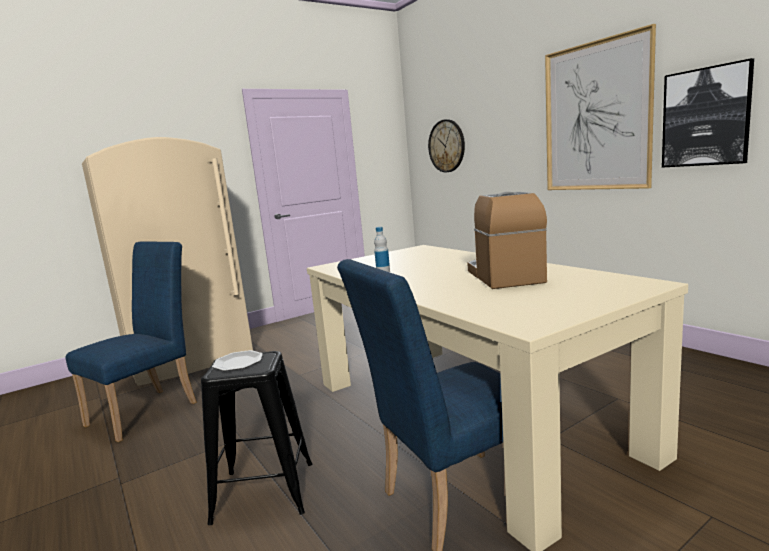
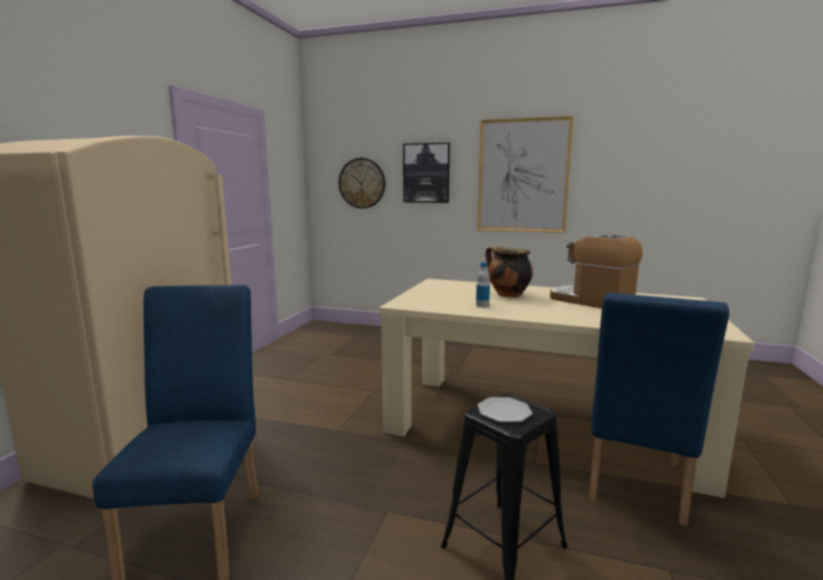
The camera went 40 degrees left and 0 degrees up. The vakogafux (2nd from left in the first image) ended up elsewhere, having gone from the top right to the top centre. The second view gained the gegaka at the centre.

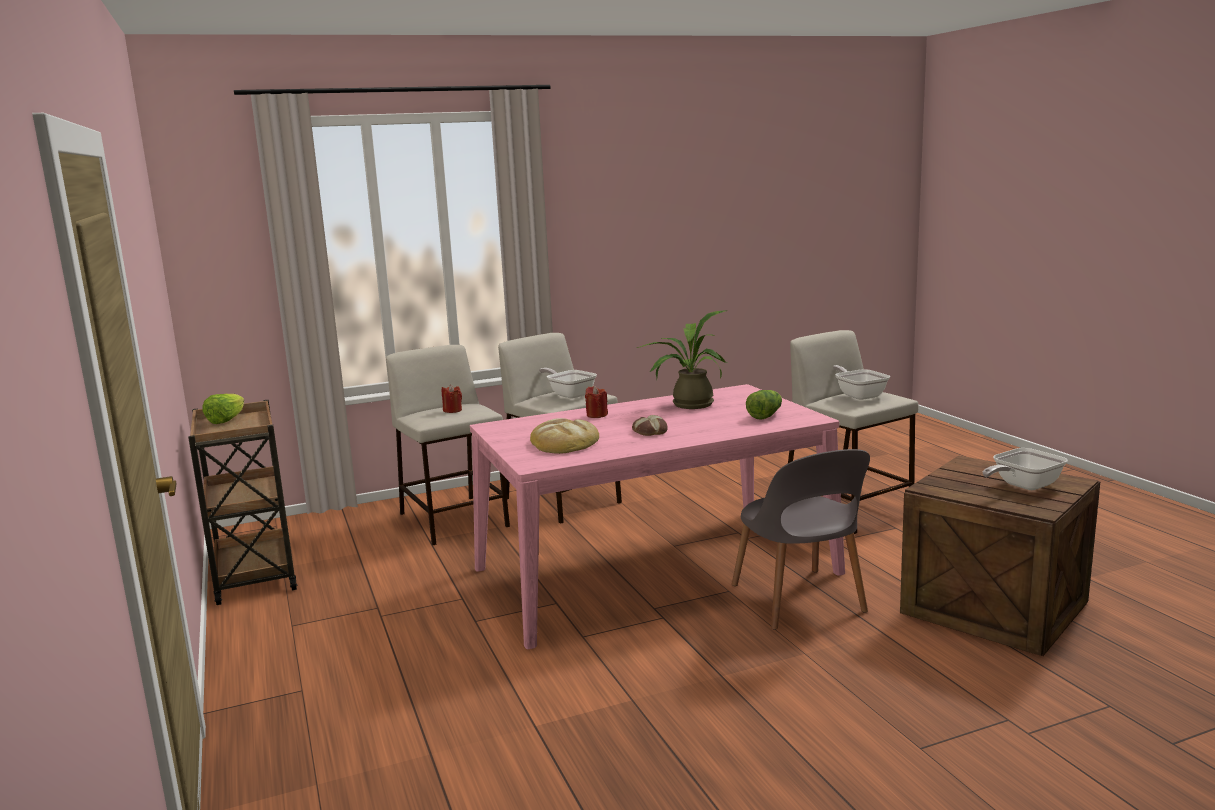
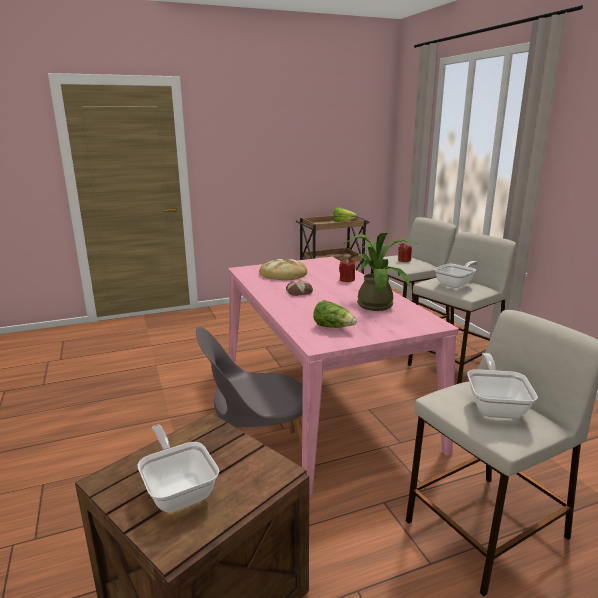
The camera went 90 degrees right and 5 degrees up. The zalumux (2nd from left in the first image) at the middle right ended up facing another way, 60 degrees counterclockwise from before.

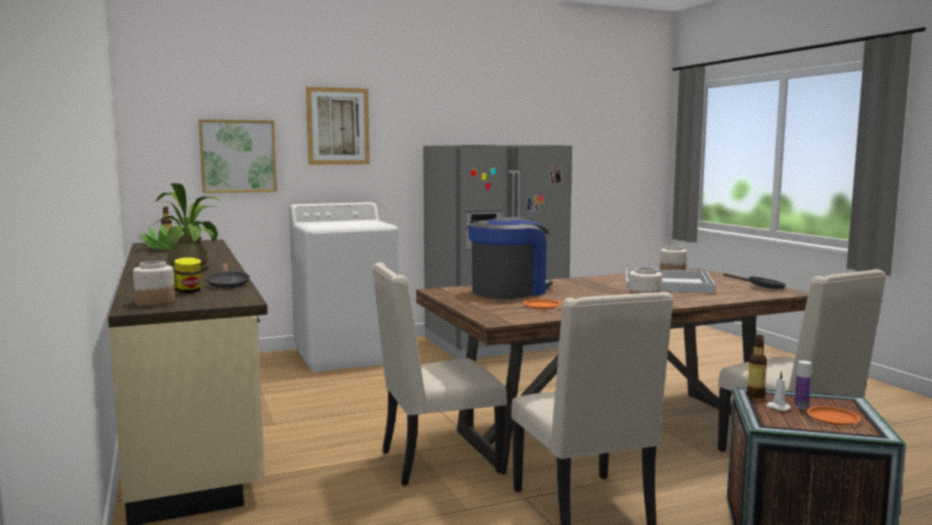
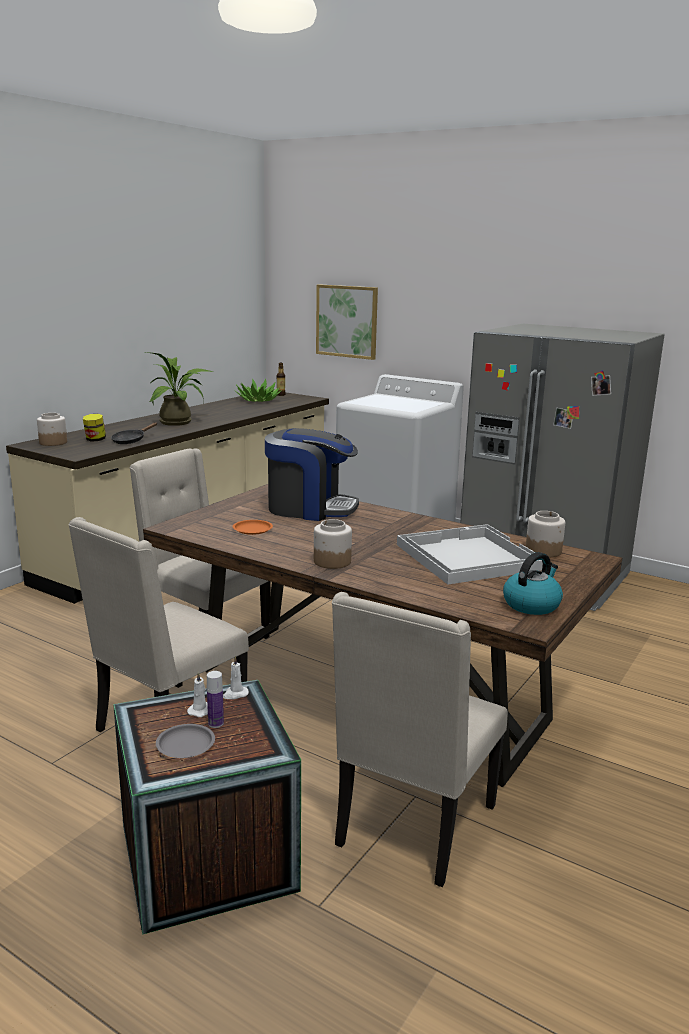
The camera went 55 degrees right and 10 degrees up. The second view lost the vakogafux (2nd from left) at the top centre. Where the zalumux (black) (2nd from left) stood at the middle right, the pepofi came to stand at the middle right. Where the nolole (2nd from left) stood at the bottom right, the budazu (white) (2nd from left) came to stand at the centre. What was the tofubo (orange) (2nd from left) at the bottom right turned into the tofubo (grey) at the bottom left.

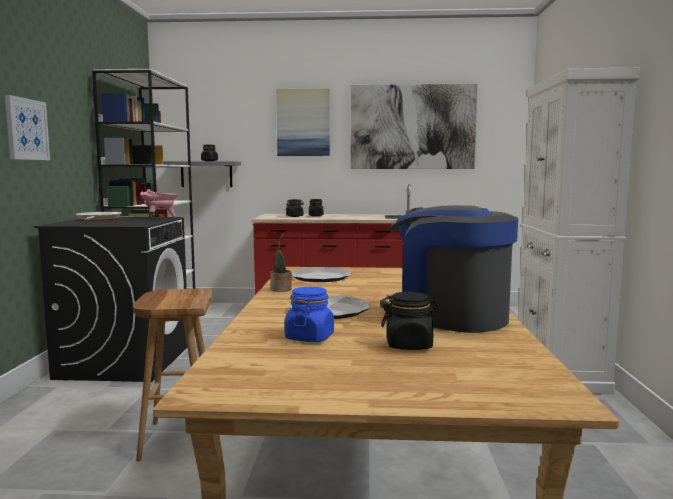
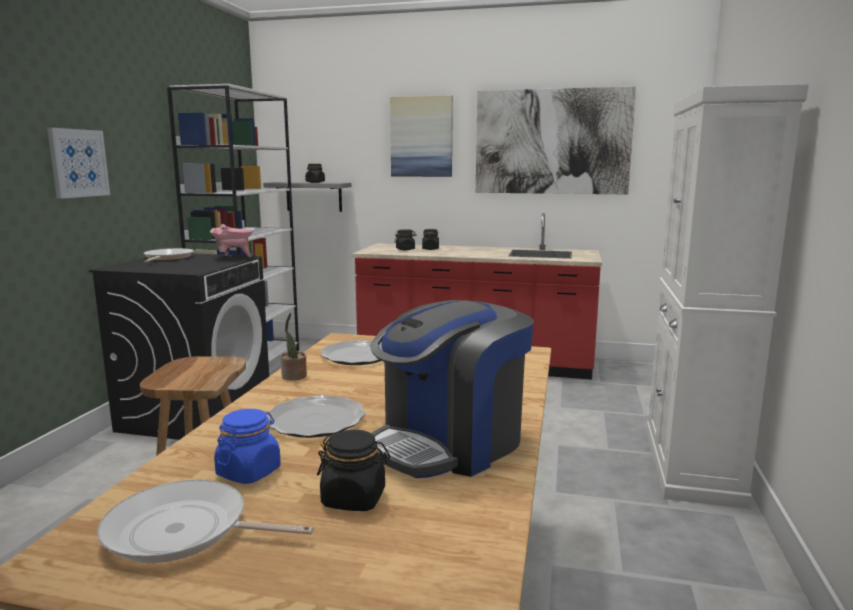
The camera went 10 degrees right and 5 degrees up. The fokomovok at the middle right ended up facing another way, 90 degrees counterclockwise from before. The second view gained the zalumux (2nd from left) at the bottom left.

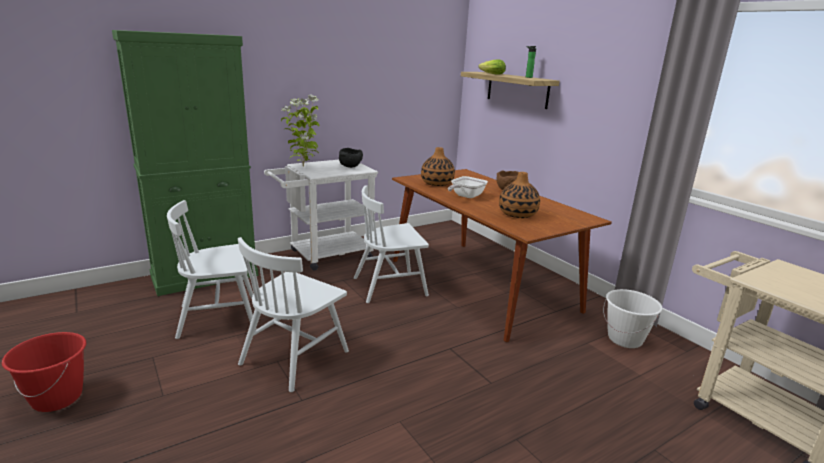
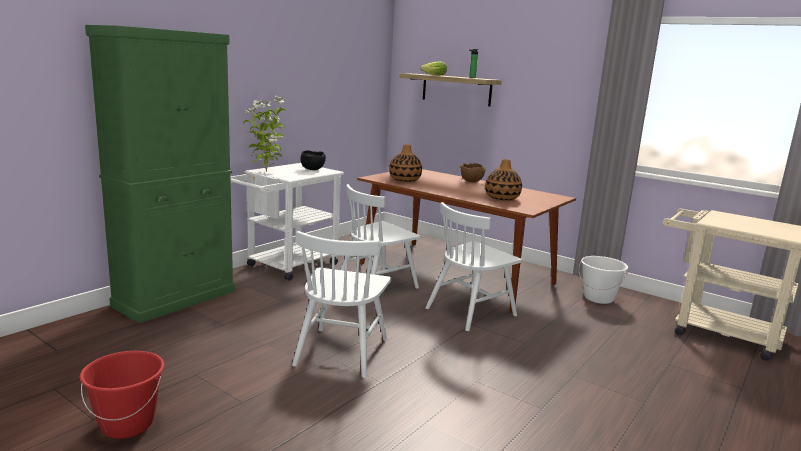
The camera went 20 degrees left and 5 degrees down. The second view lost the zalumux at the centre. The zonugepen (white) (1st from left in the first image) ended up elsewhere, having gone from the middle left to the centre.

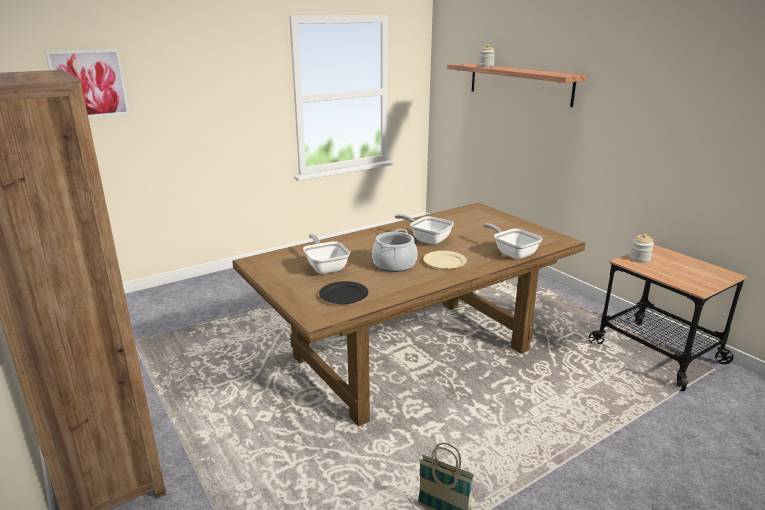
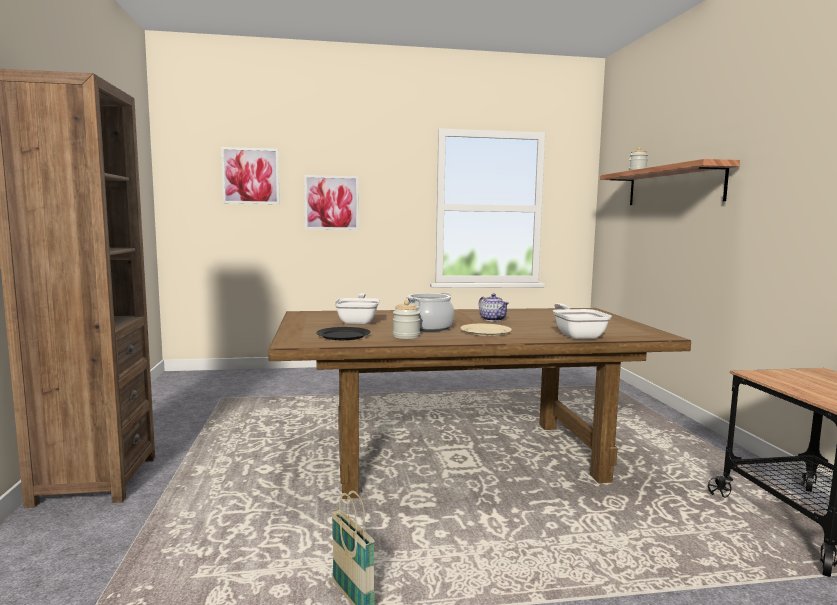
The camera went 25 degrees right and 15 degrees down. Where the zalumux (2nd from left) stood at the centre, the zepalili came to stand at the centre. The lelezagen (2nd from left in the first image) ended up elsewhere, having gone from the middle right to the centre. The second view gained the vakogafux (2nd from left) at the centre.

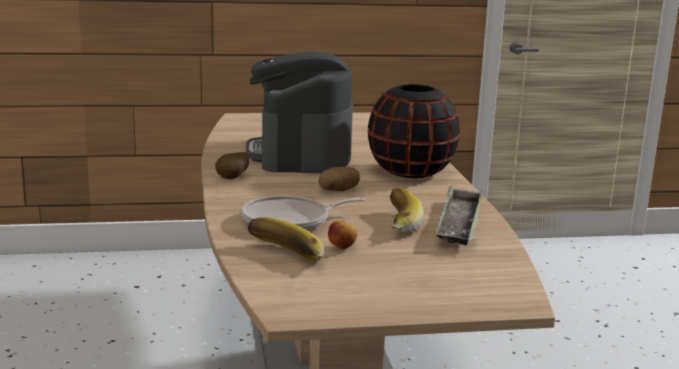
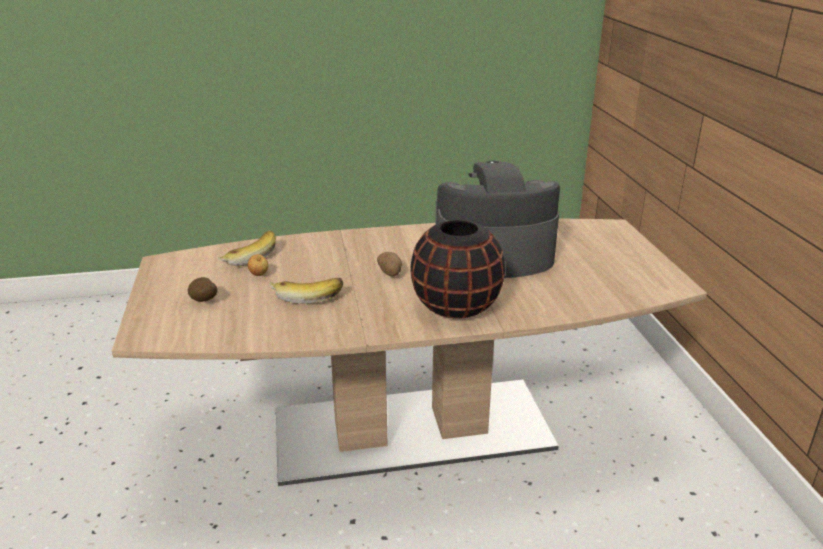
The camera went 90 degrees right and 10 degrees up. The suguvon (1st from left) ended up elsewhere, having gone from the centre to the middle left. The second view lost the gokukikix at the middle right. The second view lost the zalumux at the centre.

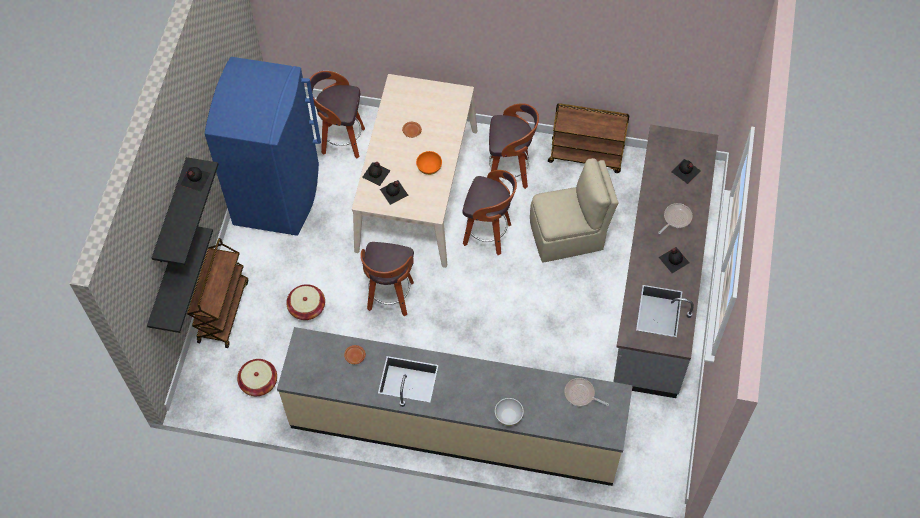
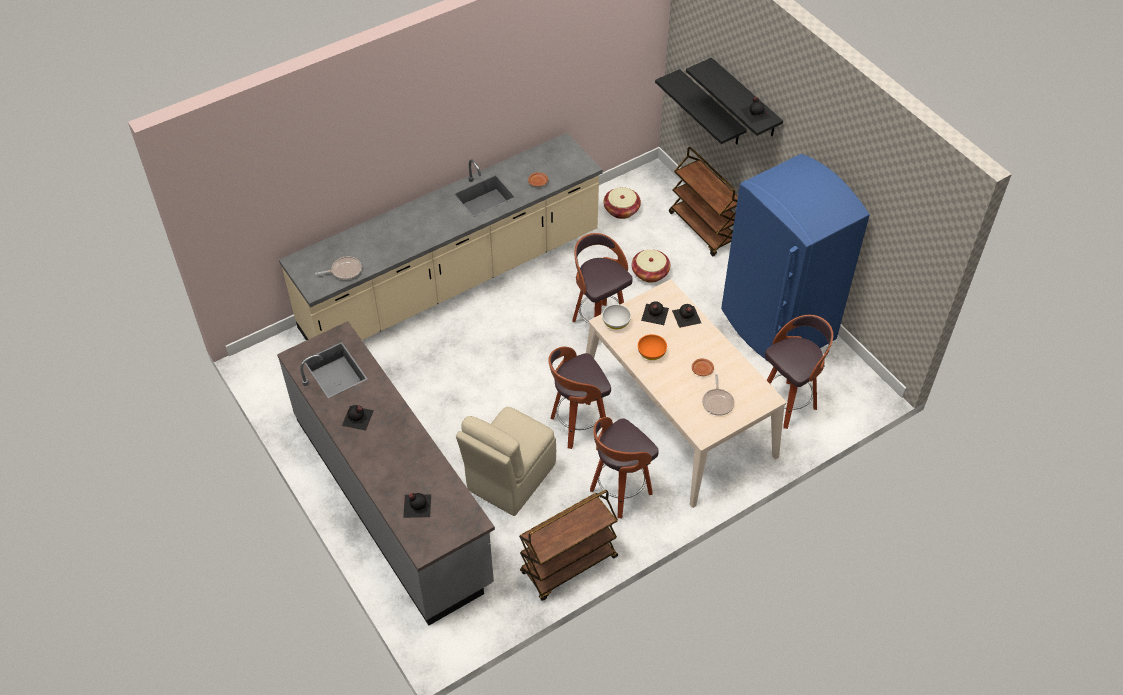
The camera went 135 degrees right and 10 degrees down. The zalumux (2nd from left) ended up elsewhere, having gone from the middle right to the centre. The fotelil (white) ended up elsewhere, having gone from the bottom centre to the centre.

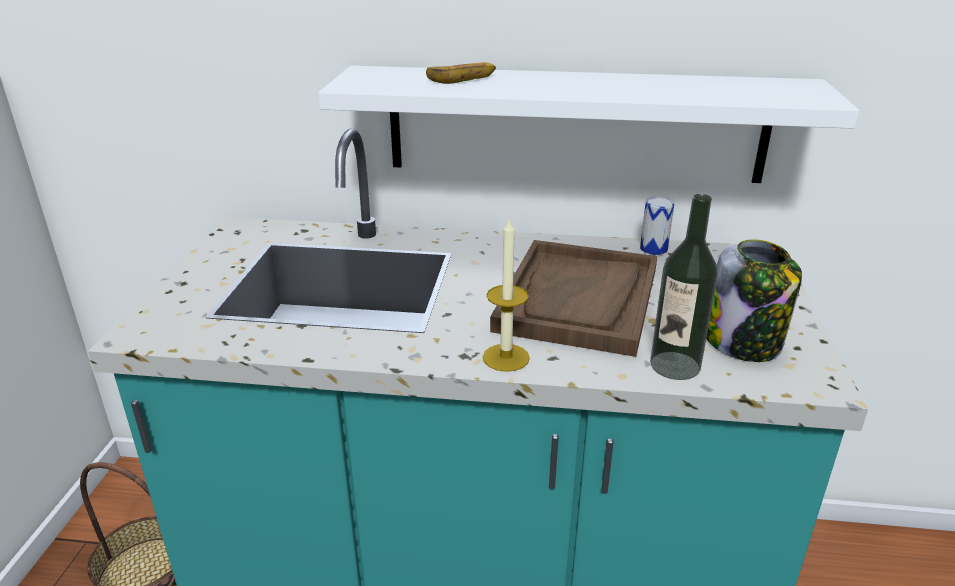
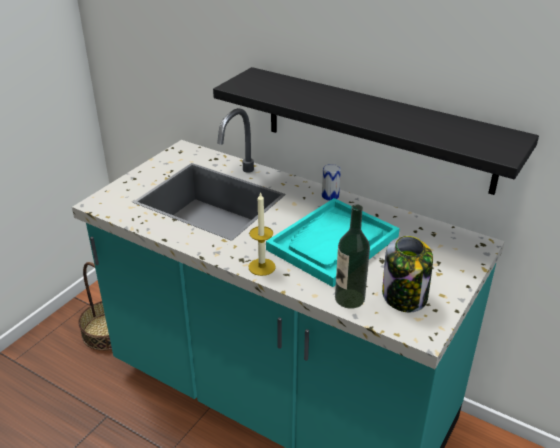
The camera went 25 degrees right and 5 degrees up. The second view lost the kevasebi at the top centre. What was the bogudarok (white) at the top centre turned into the bogudarok (black) at the top right. The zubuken ended up elsewhere, having gone from the middle right to the centre. What was the gokukikix (brown) at the centre turned into the gokukikix (turquoise) at the centre.

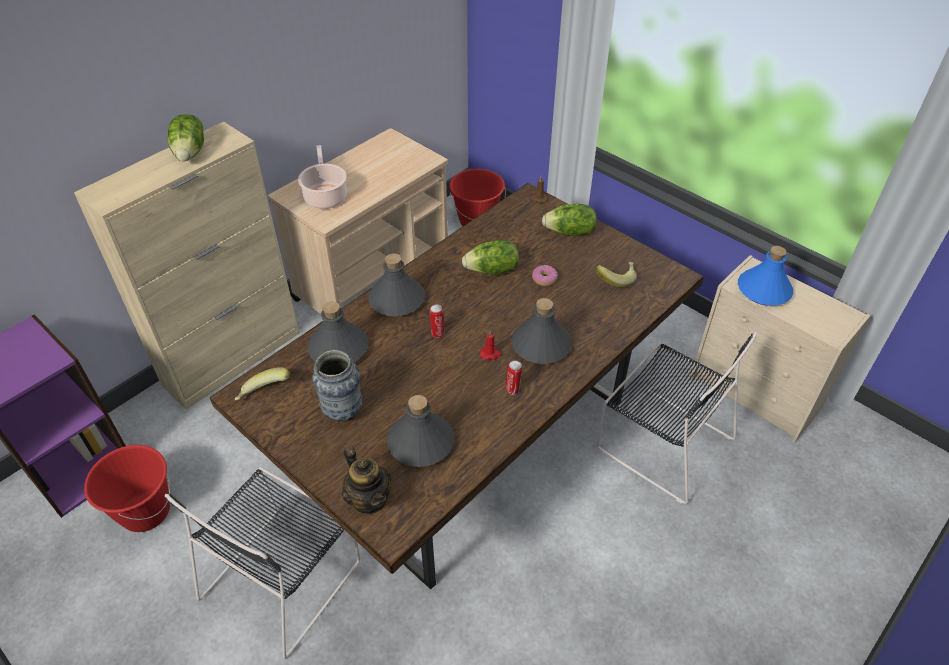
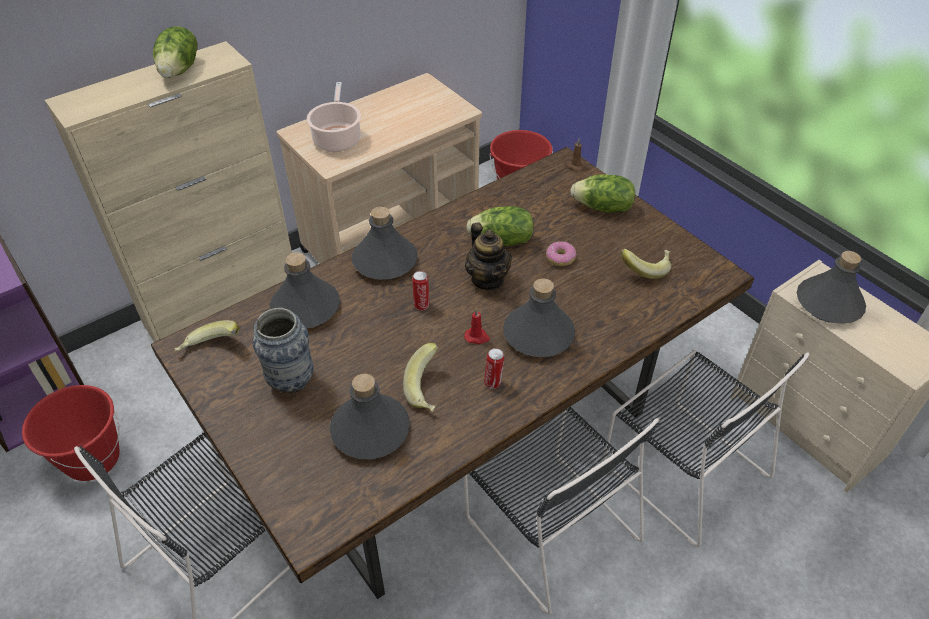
The camera went 10 degrees right and 0 degrees up. What was the nolole (blue) at the middle right turned into the nolole (grey) (5th from left) at the middle right. The zepalili ended up elsewhere, having gone from the bottom centre to the centre. The second view gained the kevasebi (2nd from left) at the centre. The second view gained the zonugepen (black) (2nd from left) at the bottom centre.

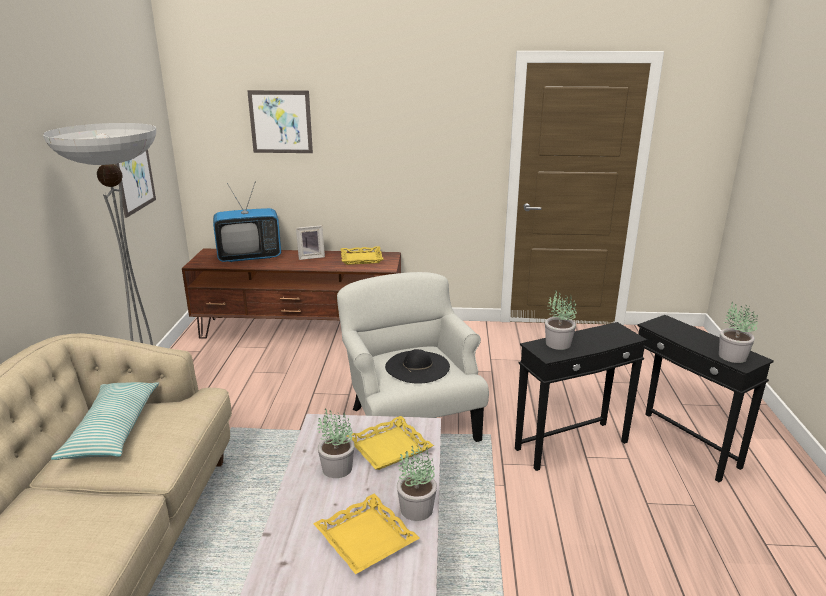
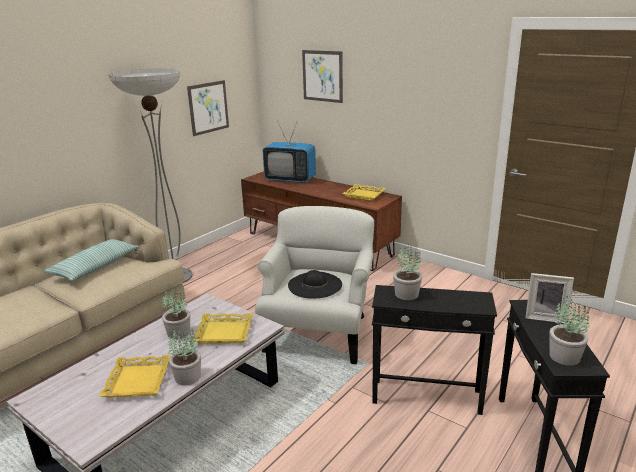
The camera went 35 degrees right and 0 degrees up. The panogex ended up elsewhere, having gone from the centre to the middle right.

